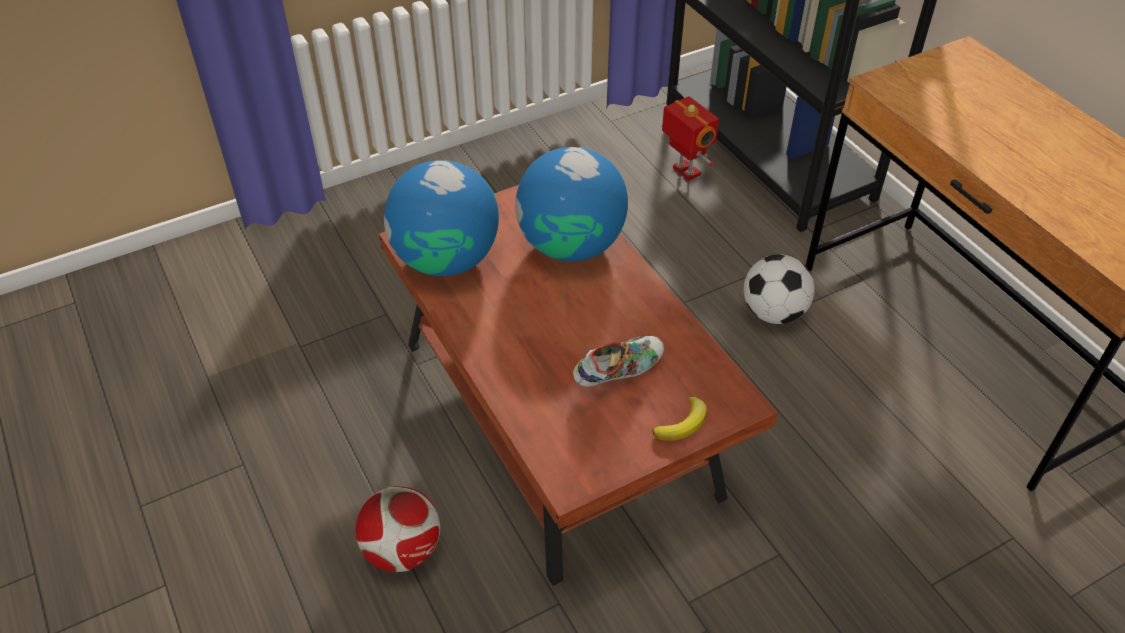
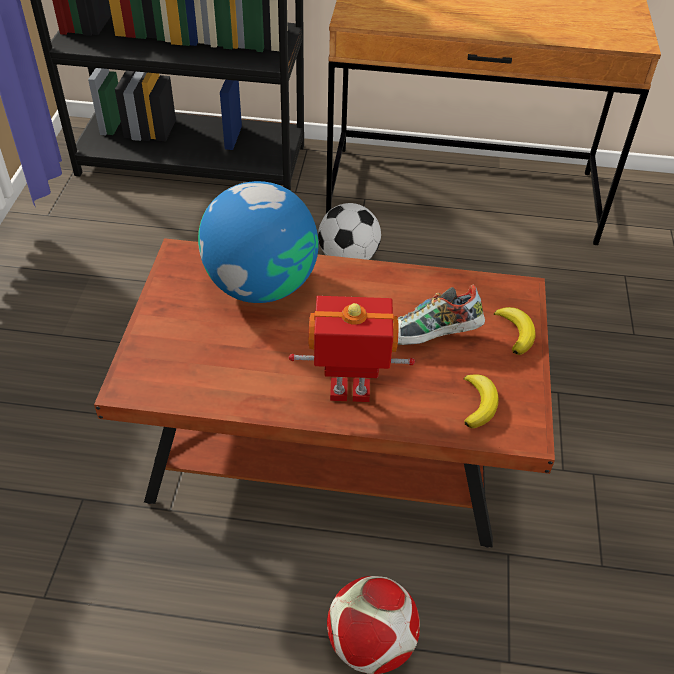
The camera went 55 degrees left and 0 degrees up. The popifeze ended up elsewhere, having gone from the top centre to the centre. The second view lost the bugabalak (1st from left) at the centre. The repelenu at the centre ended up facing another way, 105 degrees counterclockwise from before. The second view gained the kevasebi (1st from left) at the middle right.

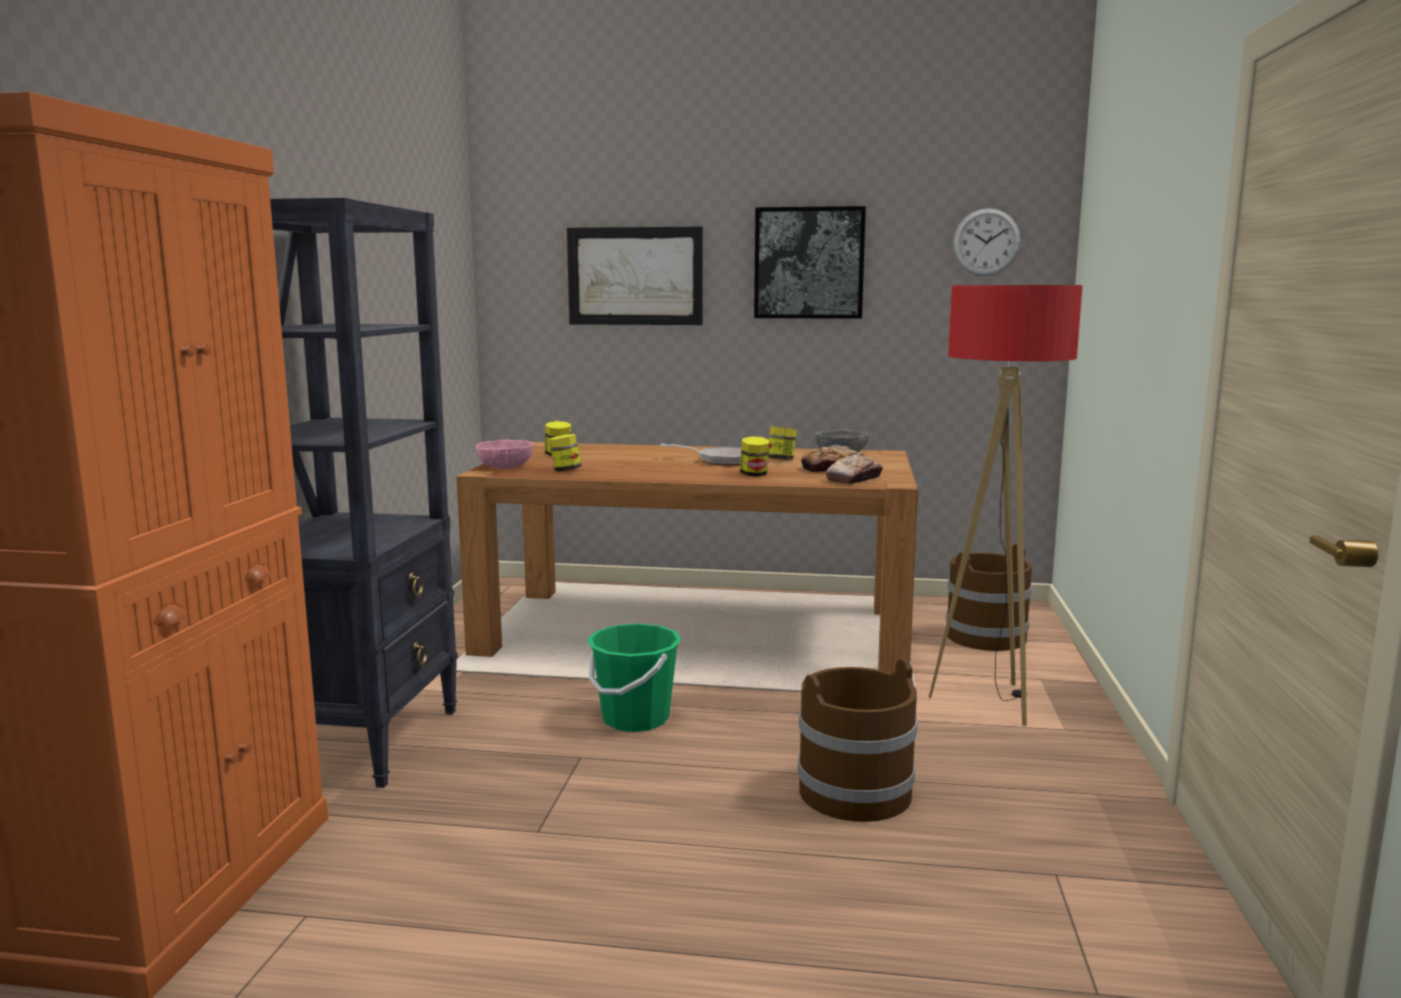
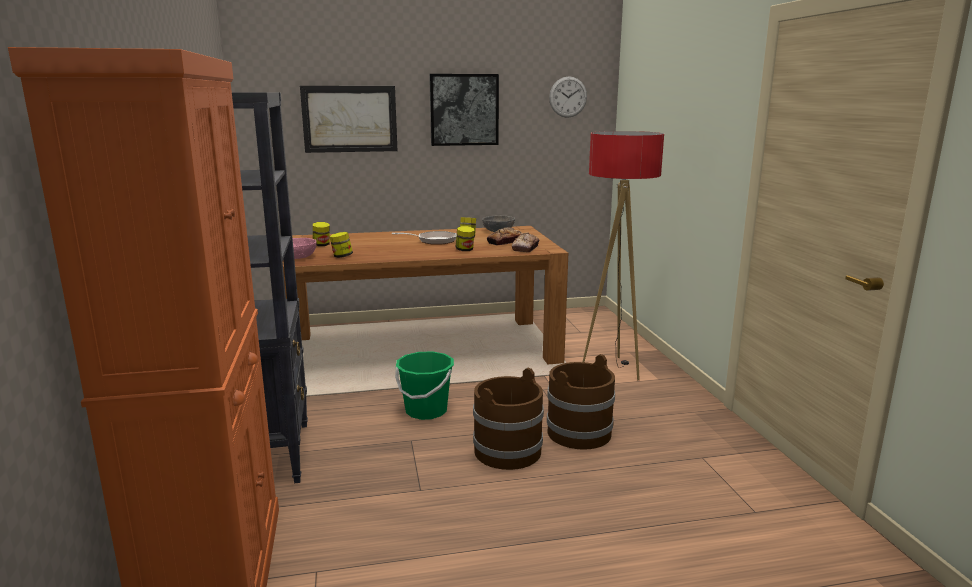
The camera went 20 degrees left and 5 degrees up. The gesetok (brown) (2nd from left in the first image) ended up elsewhere, having gone from the middle right to the bottom centre.

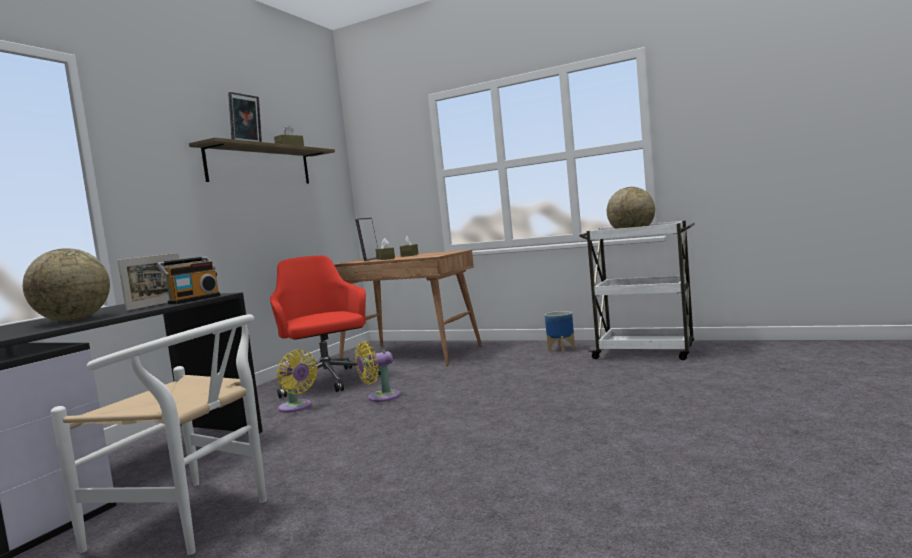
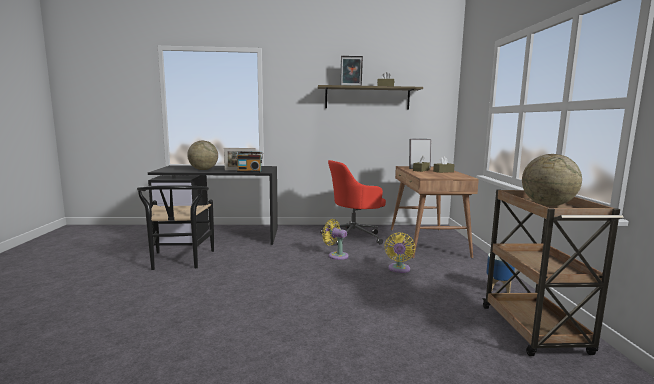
The camera went 60 degrees right and 5 degrees up. What was the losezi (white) at the middle right turned into the losezi (brown) at the bottom right. The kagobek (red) at the centre ended up facing another way, 150 degrees counterclockwise from before. What was the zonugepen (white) at the bottom left turned into the zonugepen (black) at the middle left. The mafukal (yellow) (1st from left in the first image) ended up elsewhere, having gone from the bottom left to the centre.

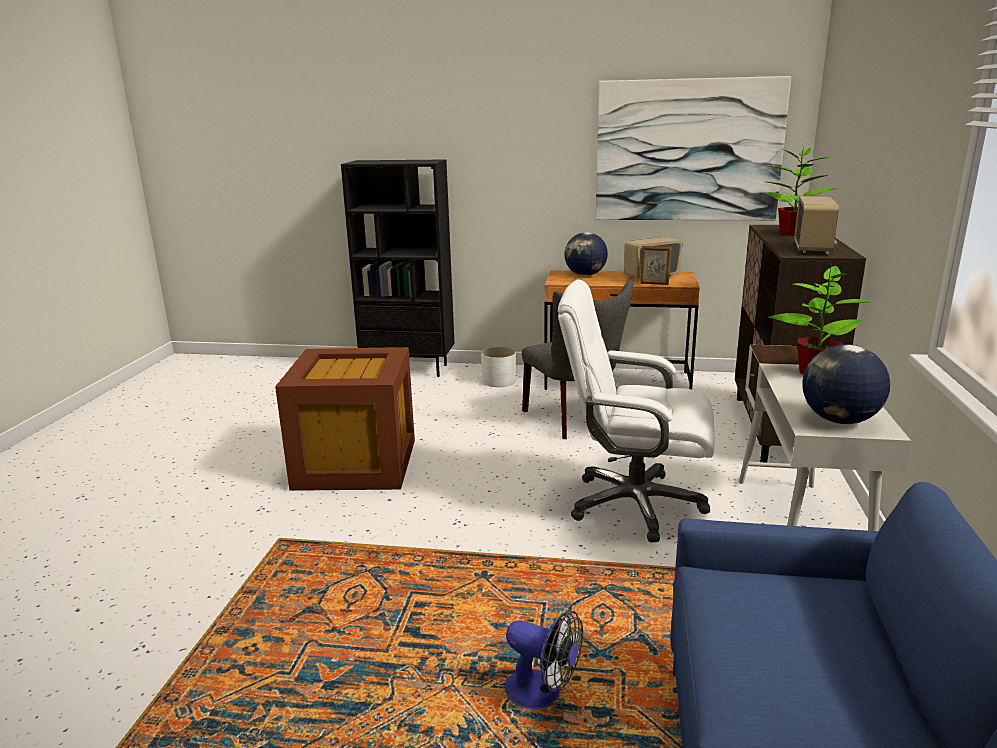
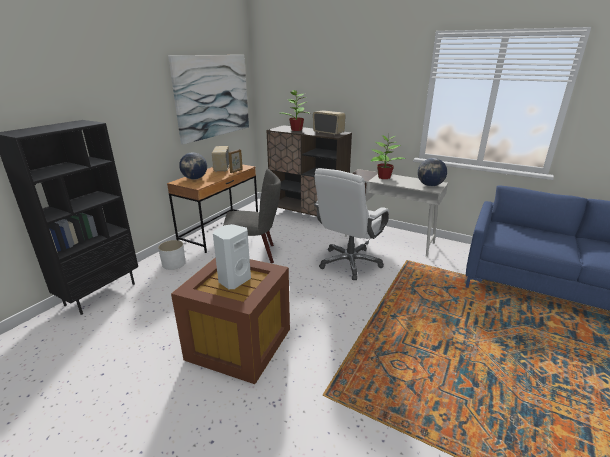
The camera went 70 degrees left and 5 degrees up. The second view lost the mafukal at the bottom centre. The second view gained the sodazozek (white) at the centre.

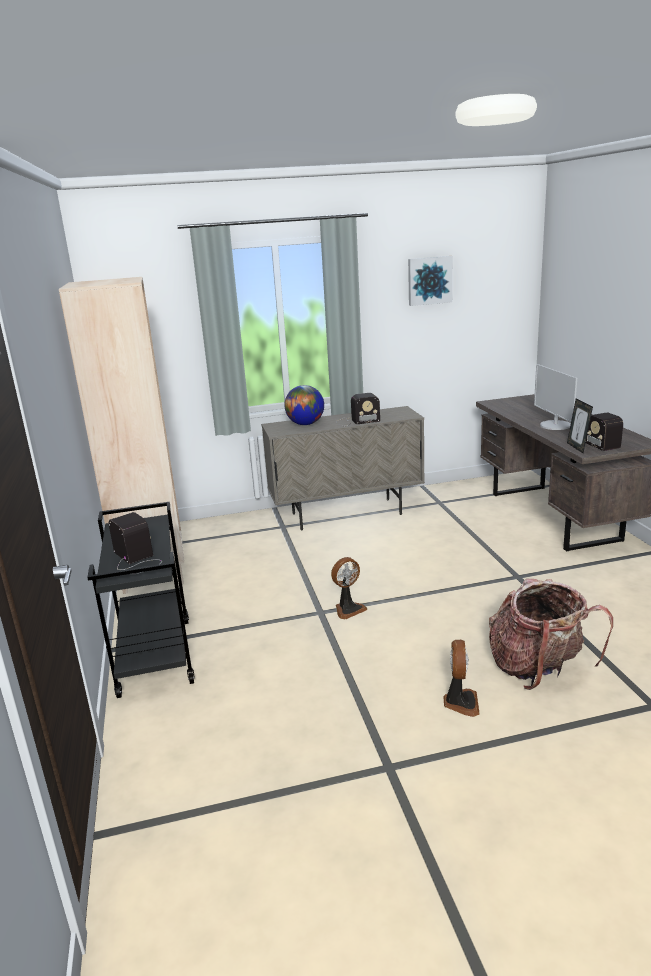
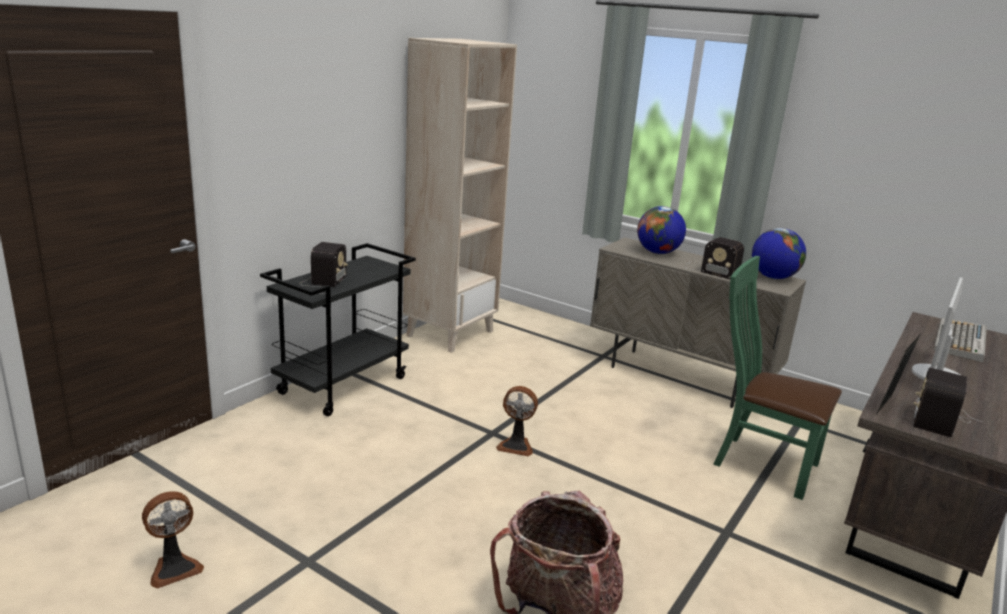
The camera went 45 degrees right and 0 degrees up. The second view lost the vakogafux at the top centre. The mafukal (2nd from left in the first image) ended up elsewhere, having gone from the bottom right to the bottom left. The second view gained the bugabalak (2nd from left) at the middle right. The second view gained the zonugepen (green) at the middle right. The second view gained the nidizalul at the middle right.

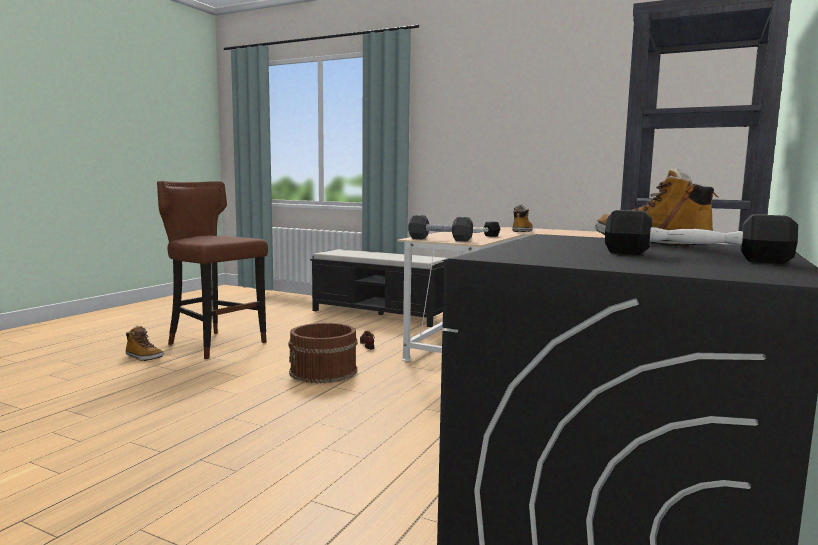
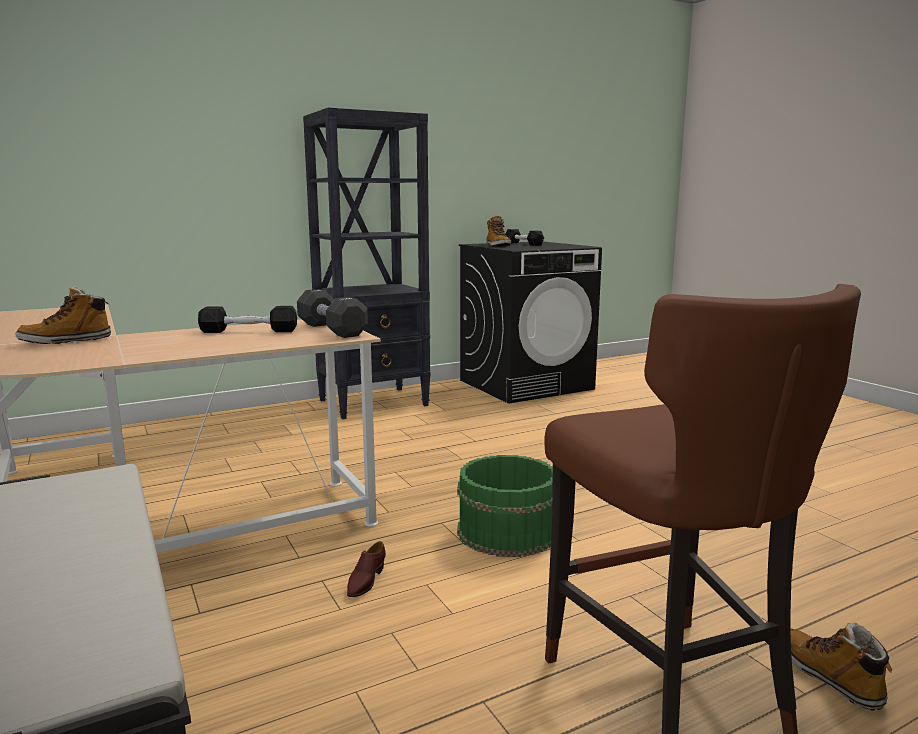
The camera went 145 degrees left and 5 degrees up. What was the gesetok (brown) at the centre turned into the gesetok (green) at the bottom centre.

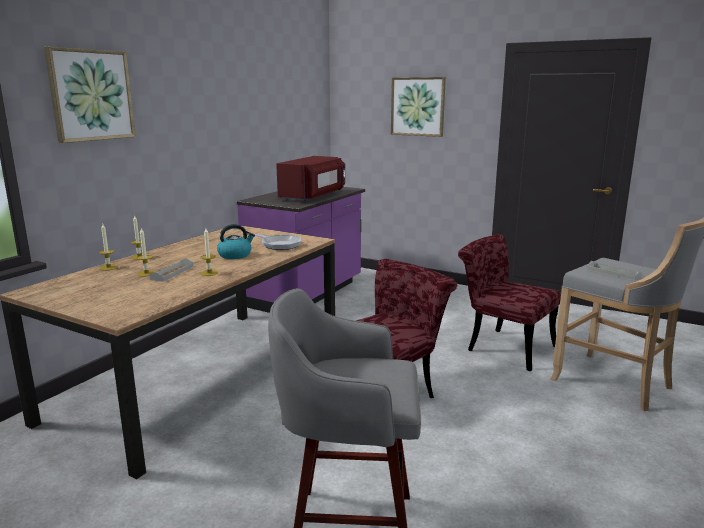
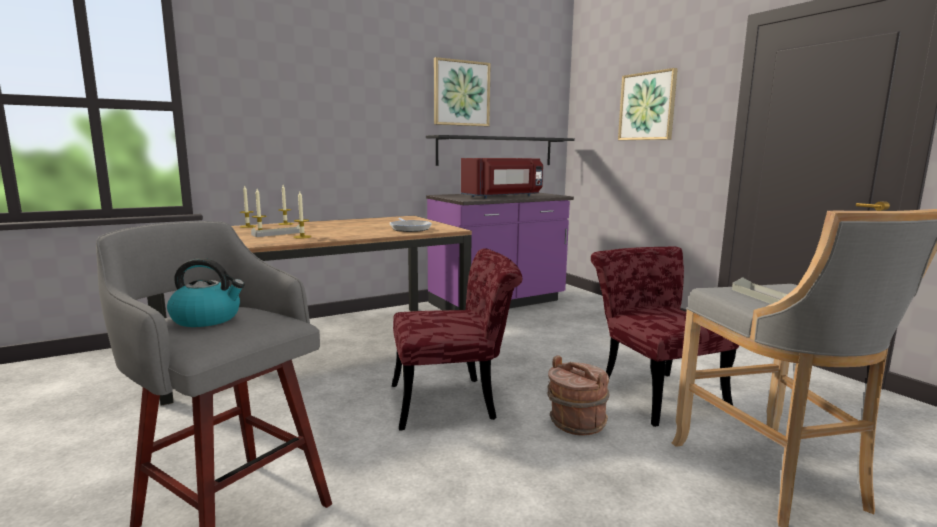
The camera went 30 degrees right and 5 degrees down. The vakogafux (1st from left) ended up elsewhere, having gone from the top left to the top centre. The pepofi ended up elsewhere, having gone from the centre to the middle left. The second view gained the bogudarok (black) at the top centre. The second view gained the gesetok (brown) at the bottom centre.

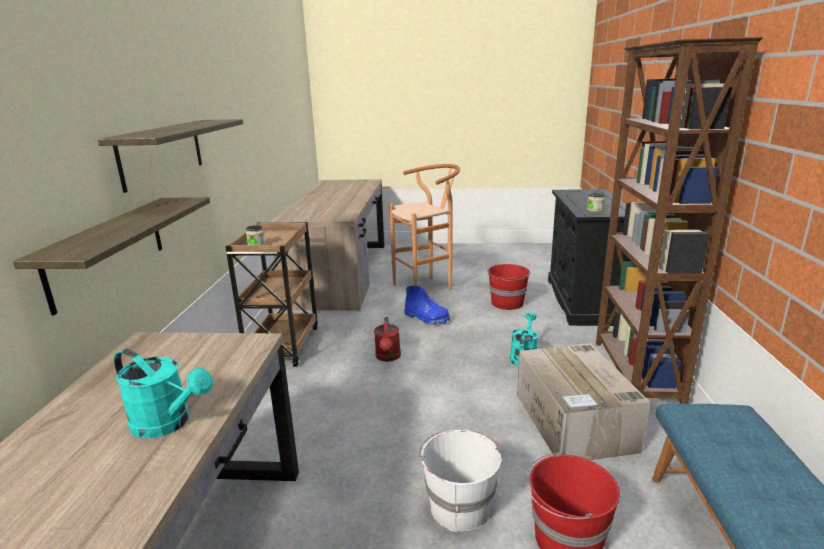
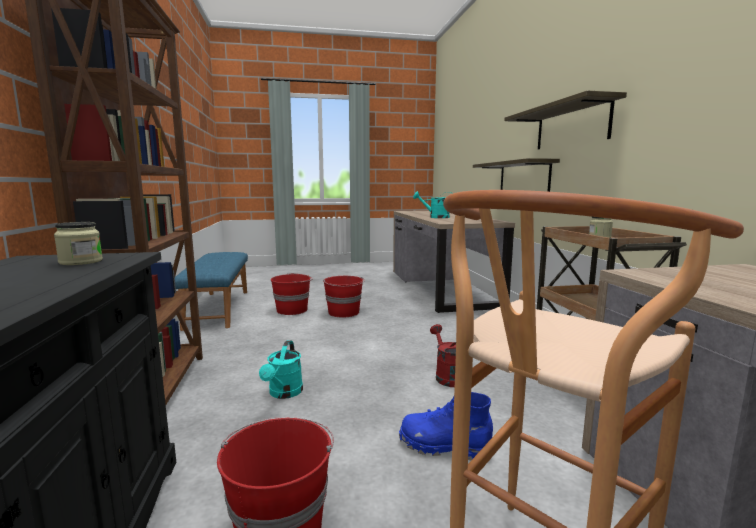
The camera went 165 degrees right and 10 degrees down. The second view lost the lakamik at the bottom right. What was the gesetok (white) at the bottom centre turned into the gesetok (red) (3rd from left) at the centre.

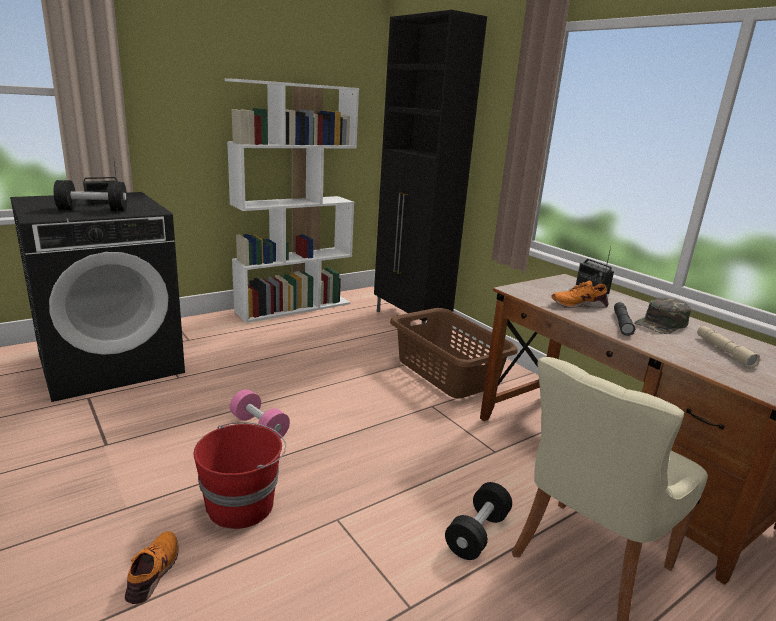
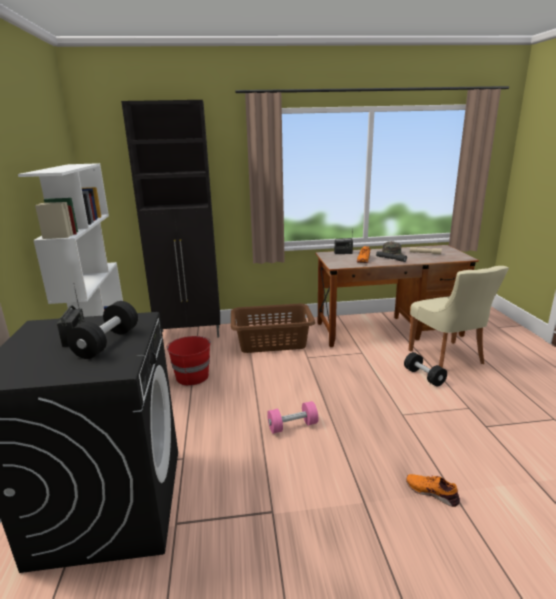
The camera went 60 degrees left and 0 degrees up. The gesetok (red) ended up elsewhere, having gone from the bottom left to the centre.

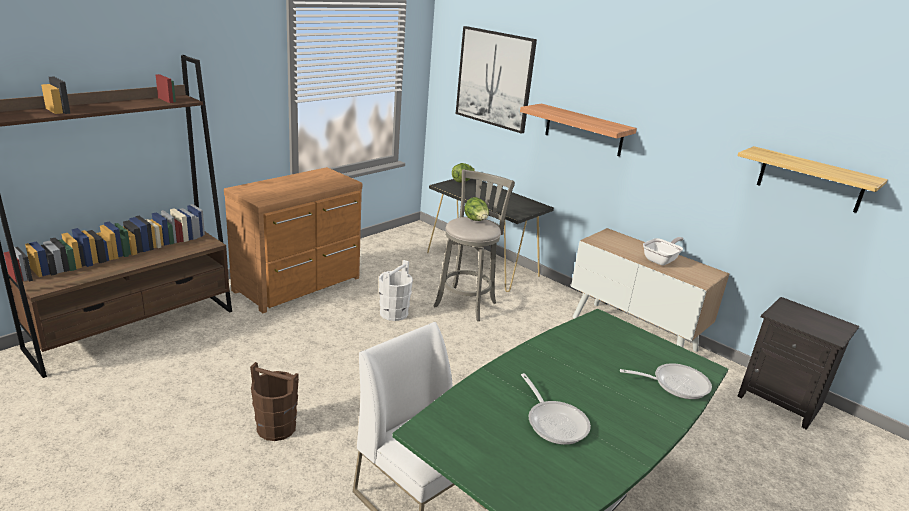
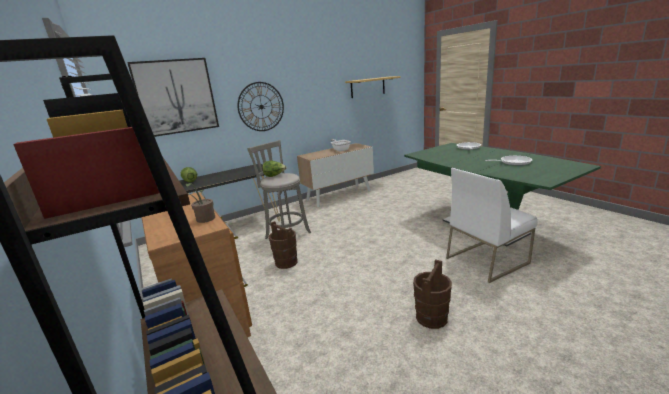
The camera went 70 degrees left and 5 degrees down. Where the bogudarok (1st from left) hung at the top centre, the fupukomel came to hang at the top centre. What was the gesetok (white) at the centre turned into the gesetok (brown) (1st from left) at the centre. The second view lost the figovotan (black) at the bottom right. The second view gained the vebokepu at the middle left.

